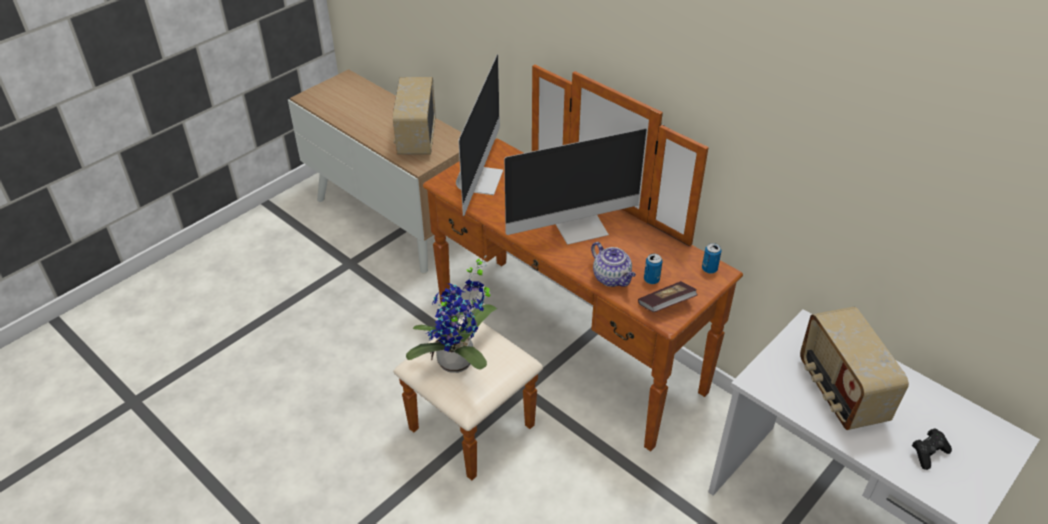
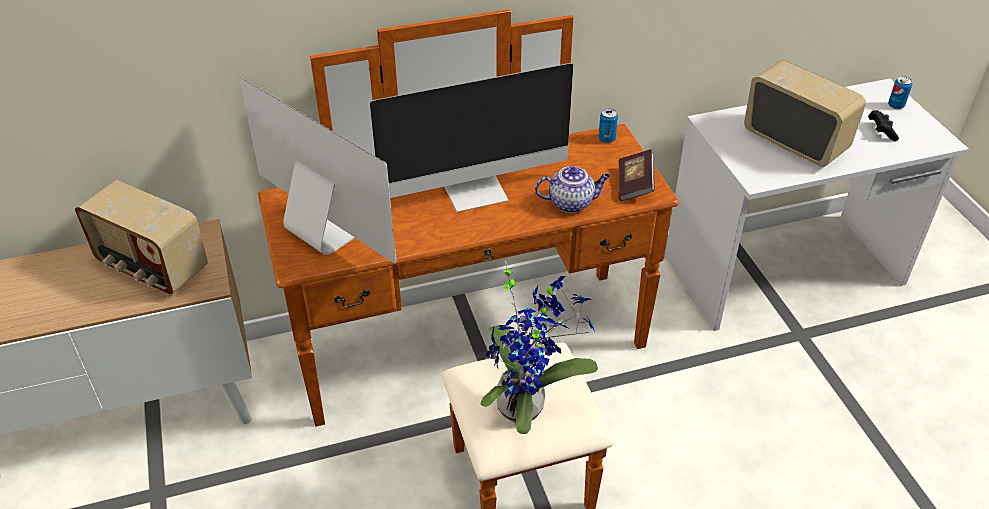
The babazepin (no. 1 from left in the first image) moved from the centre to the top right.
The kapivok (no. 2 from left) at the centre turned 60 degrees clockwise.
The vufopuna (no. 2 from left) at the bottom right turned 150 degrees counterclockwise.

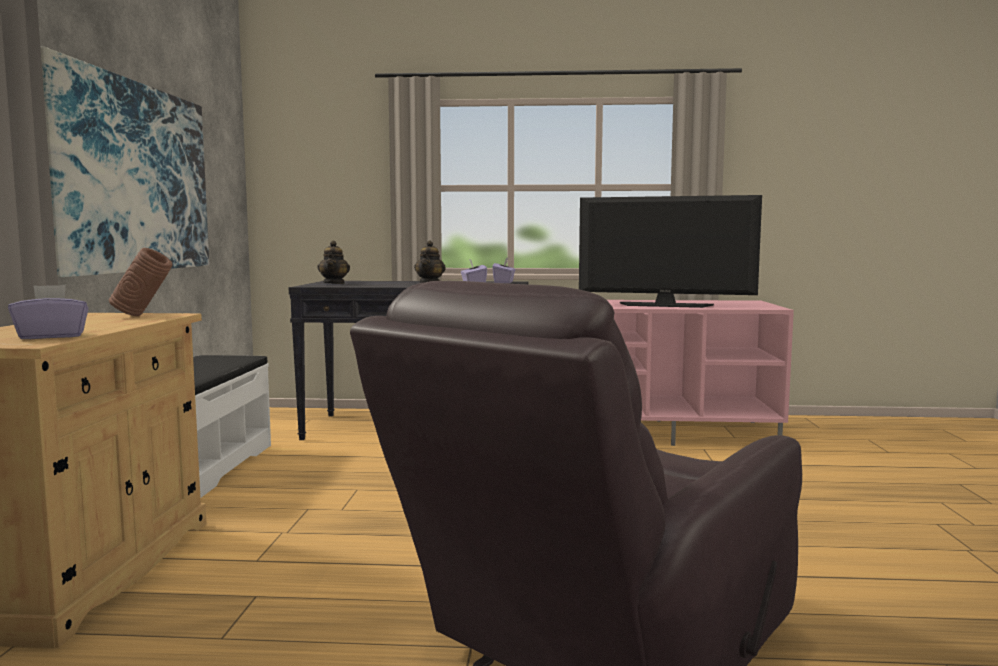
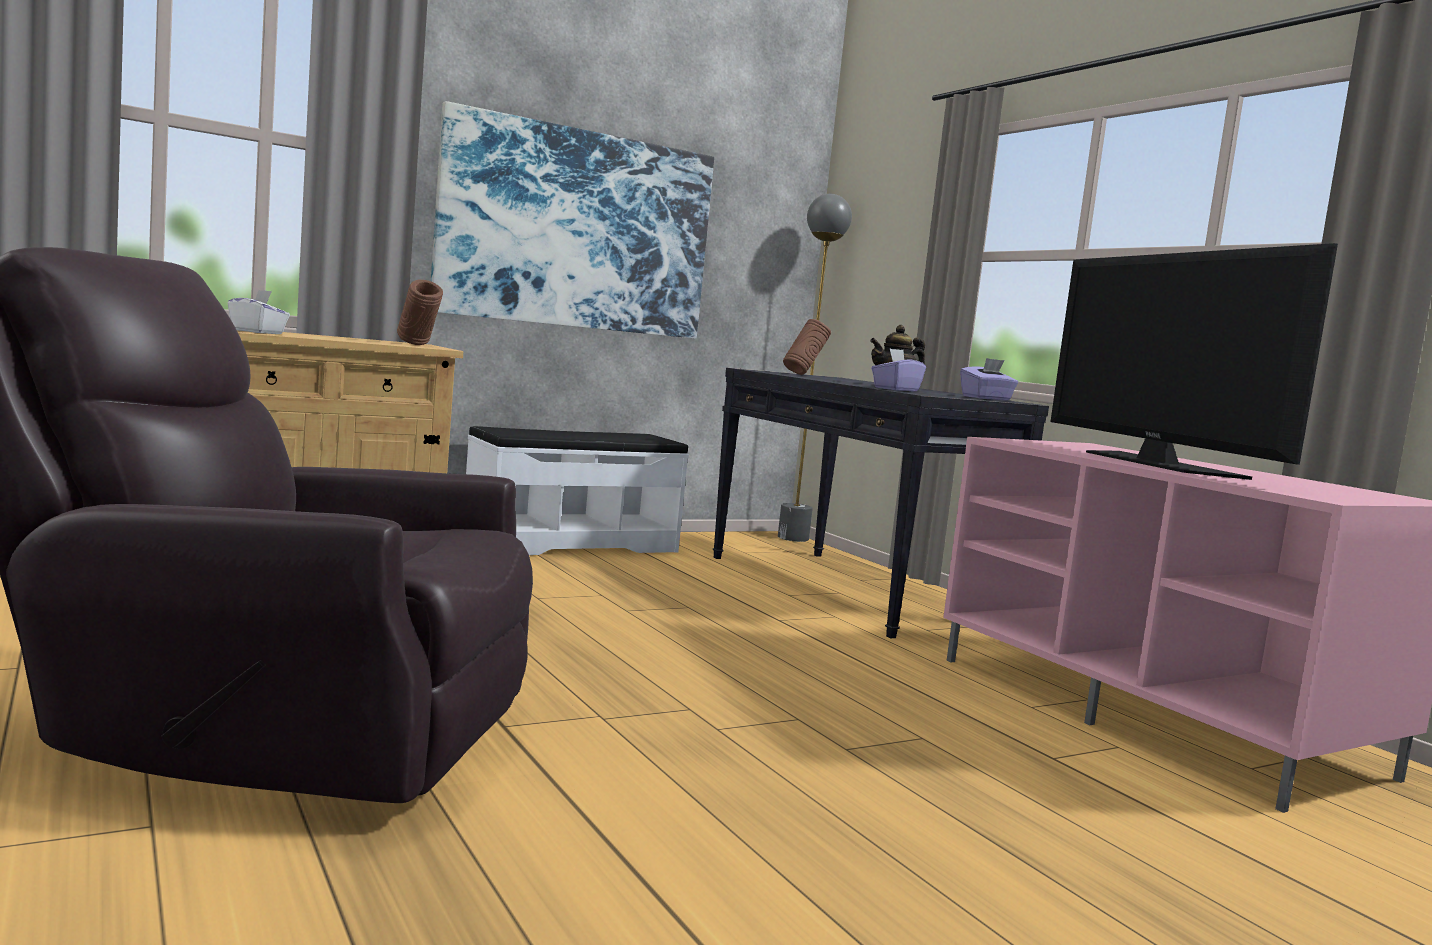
The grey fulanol at the centre appeared.
The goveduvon (no. 1 from left) at the centre was replaced by the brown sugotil (no. 2 from left) at the centre.
The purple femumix (no. 1 from left) at the middle left became the white femumix at the top left.

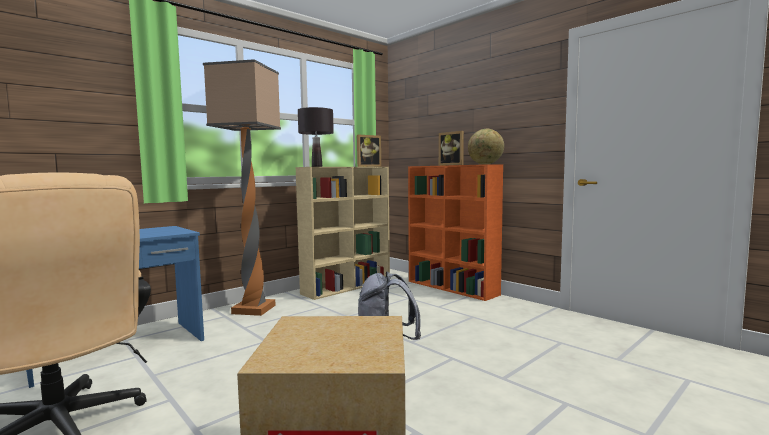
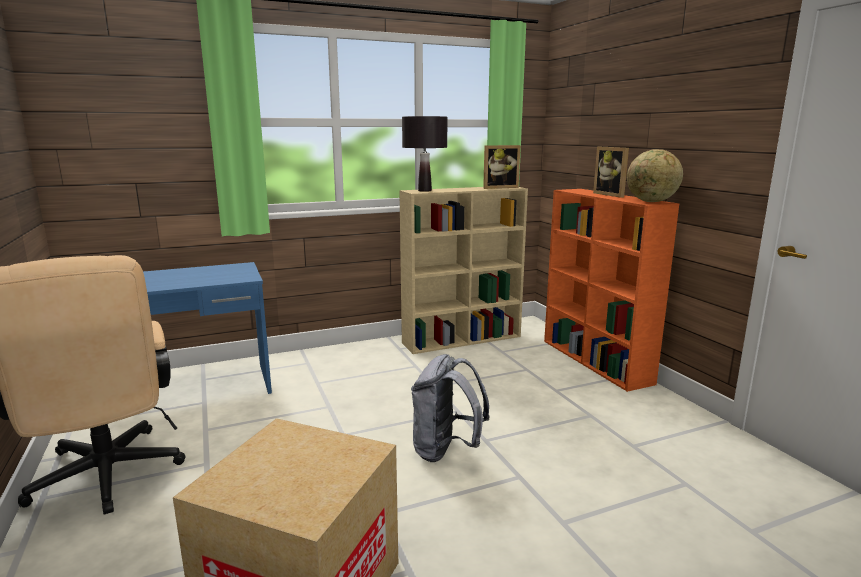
The fulanol at the middle left disappeared.

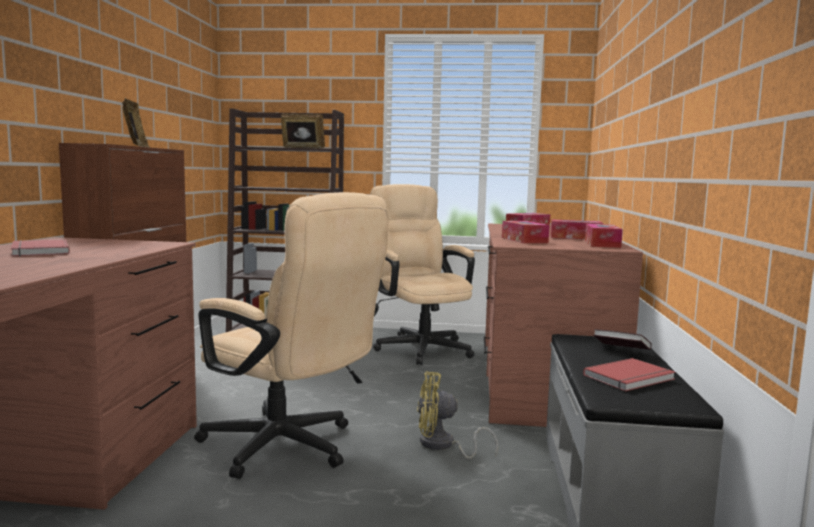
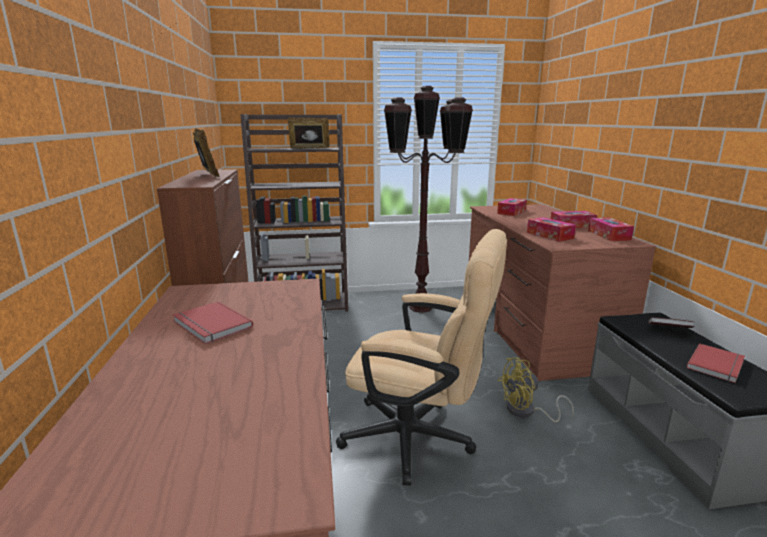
The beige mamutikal (no. 2 from left) at the centre was replaced by the brown fulanol at the centre.

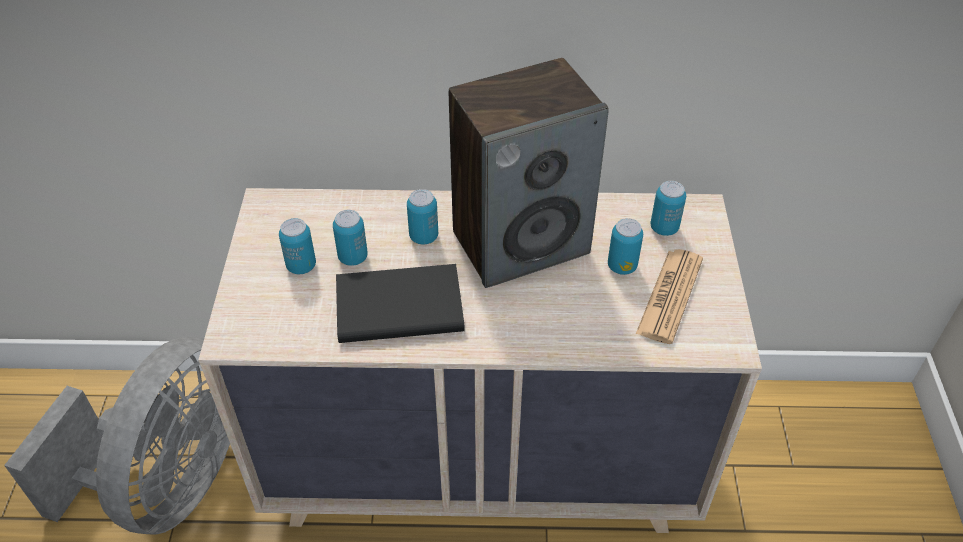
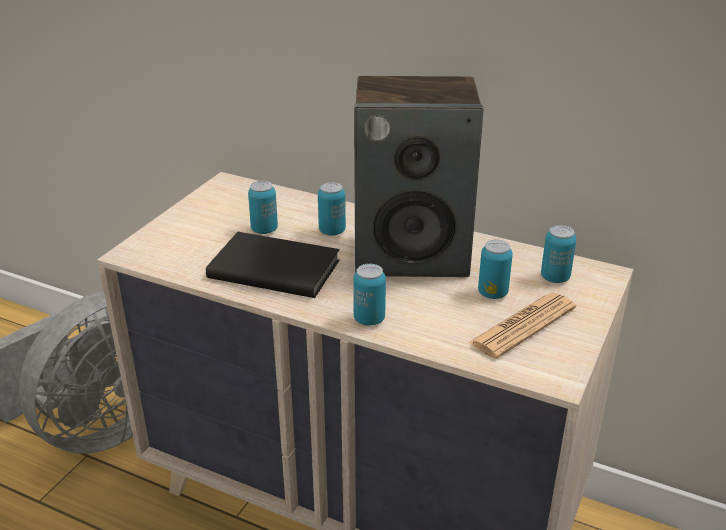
The babazepin (no. 1 from left in the first image) moved from the middle left to the centre.

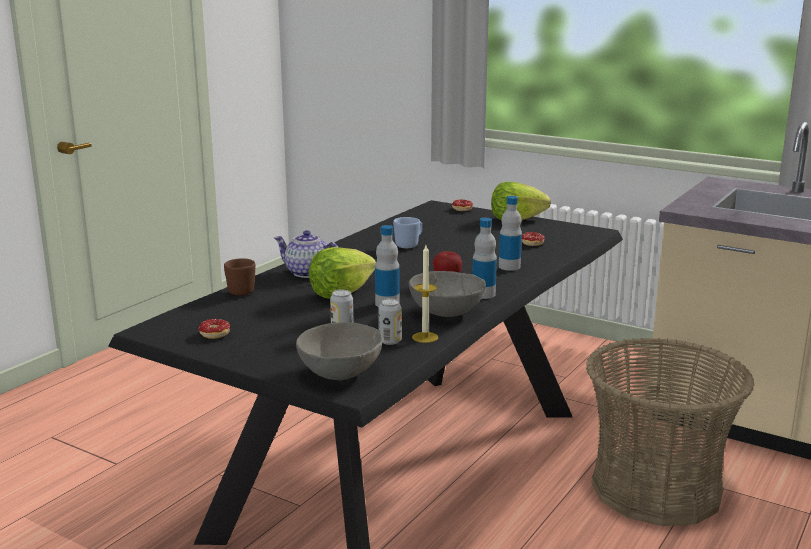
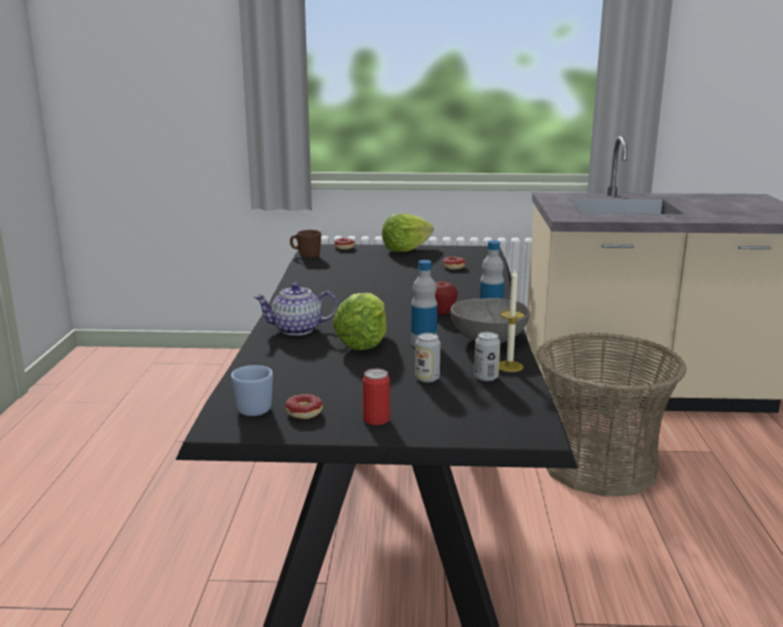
The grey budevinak (no. 1 from left) at the centre disappeared.
The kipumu (no. 3 from left) at the centre disappeared.
The babazepin (no. 1 from left) at the centre appeared.
The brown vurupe moved from the middle left to the centre.
The blue vurupe moved from the centre to the middle left.

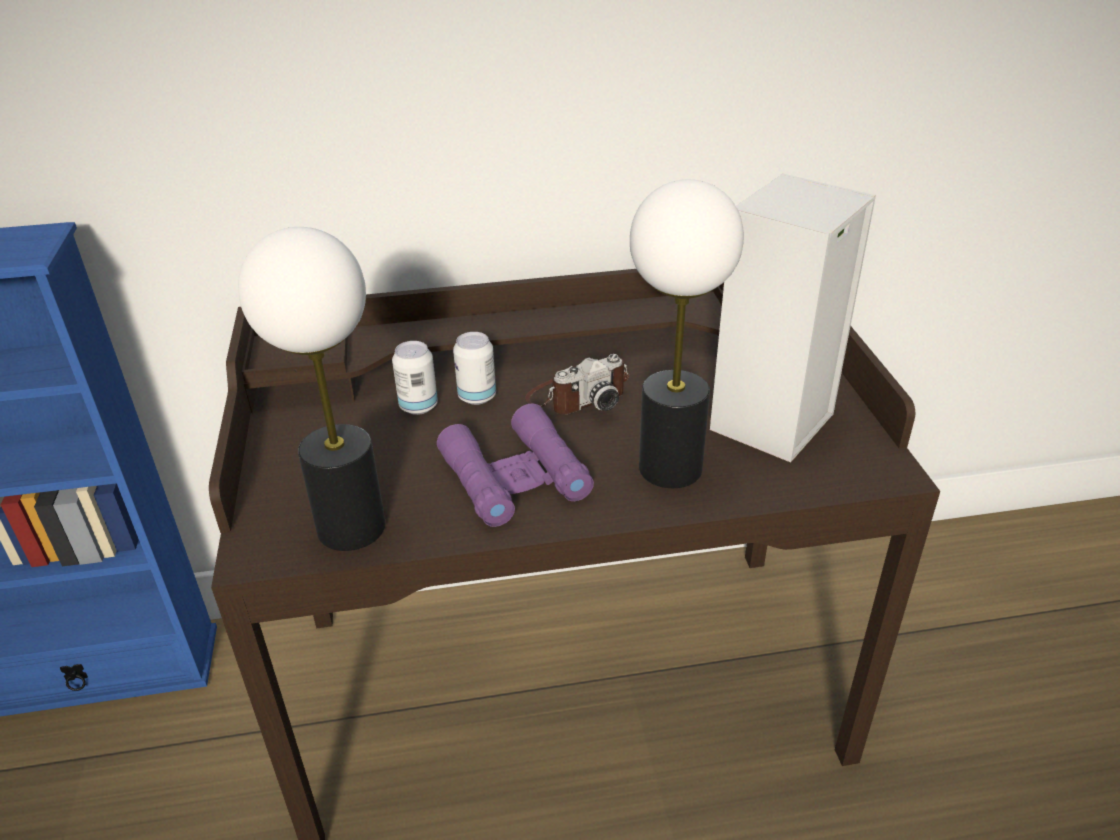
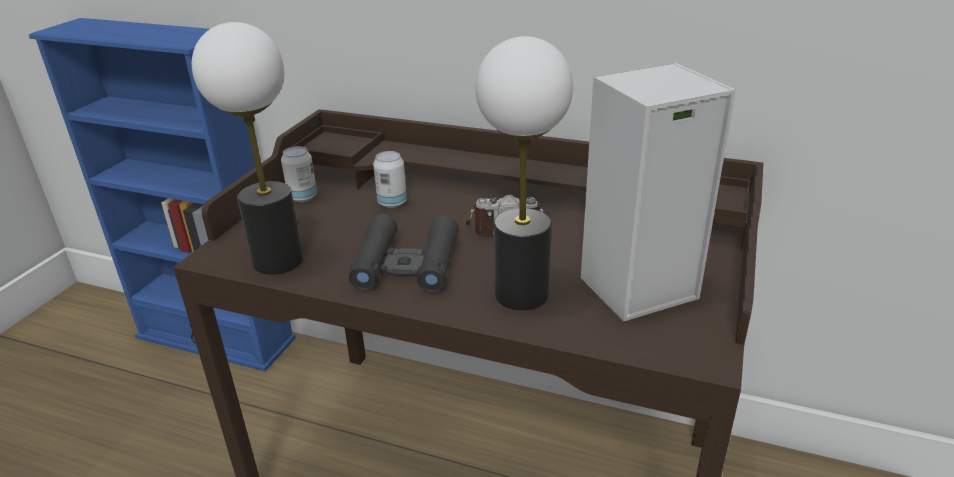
The babazepin (no. 2 from left in the first image) moved from the centre to the middle left.
The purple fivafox at the centre became the black fivafox at the centre.

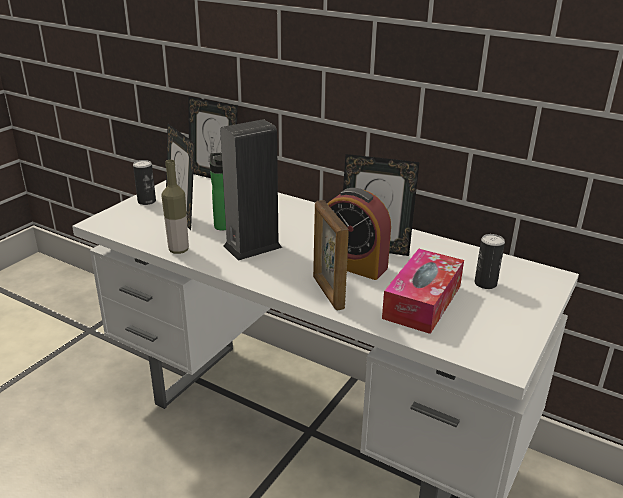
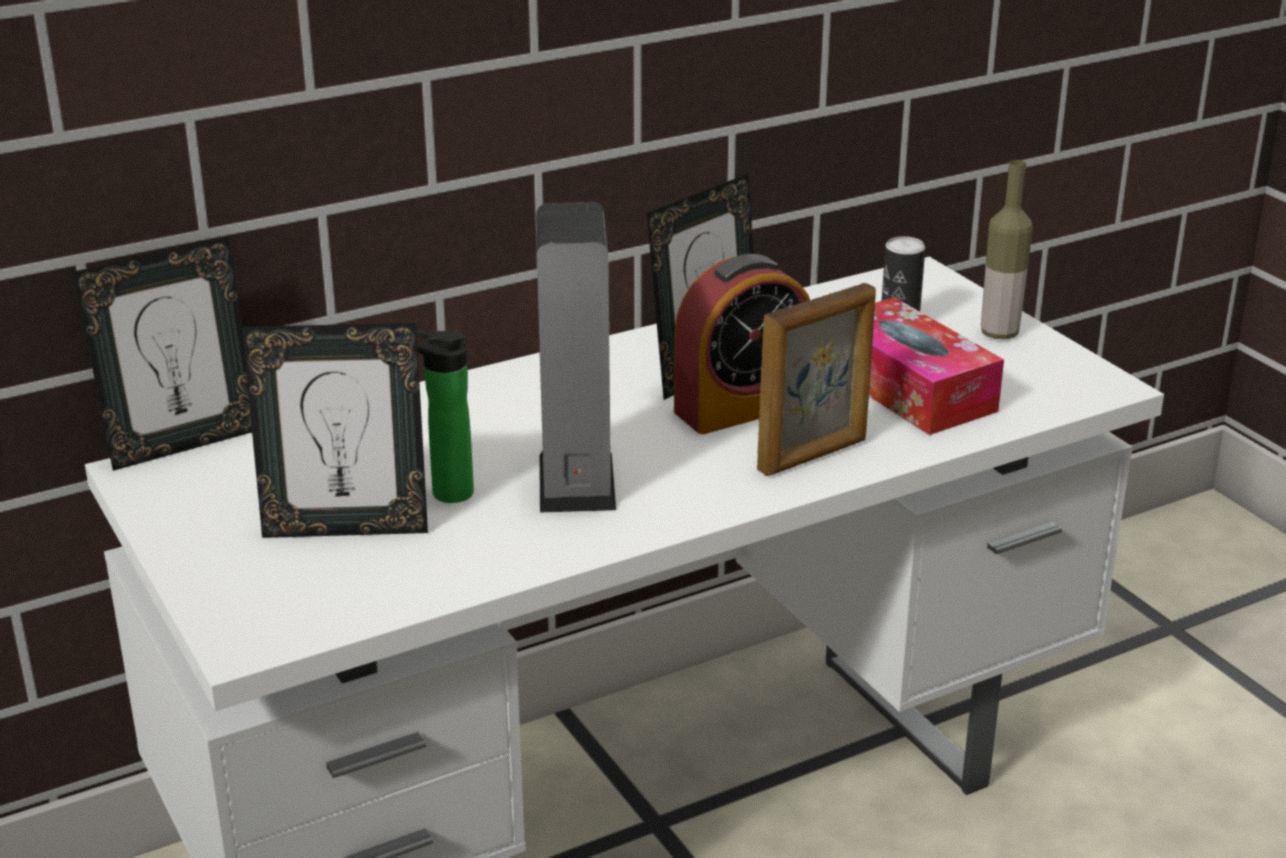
The babazepin (no. 1 from left) at the middle left disappeared.
The kipumu (no. 1 from left in the first image) moved from the middle left to the top right.
The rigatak (no. 3 from left in the first image) at the centre turned 45 degrees counterclockwise.

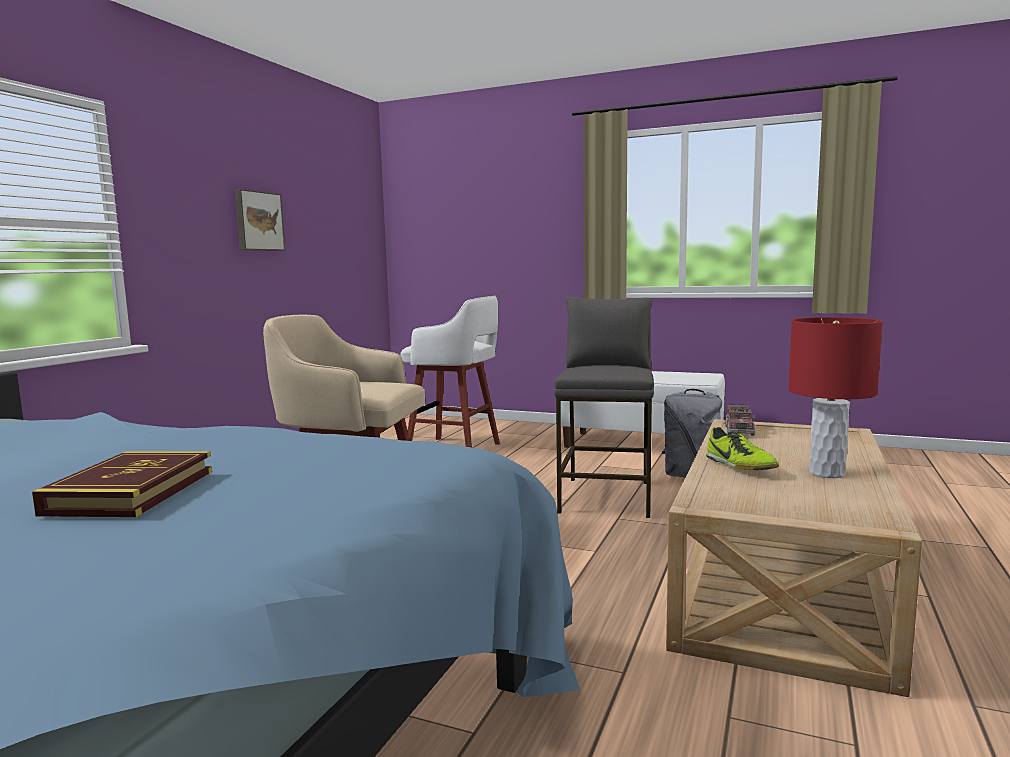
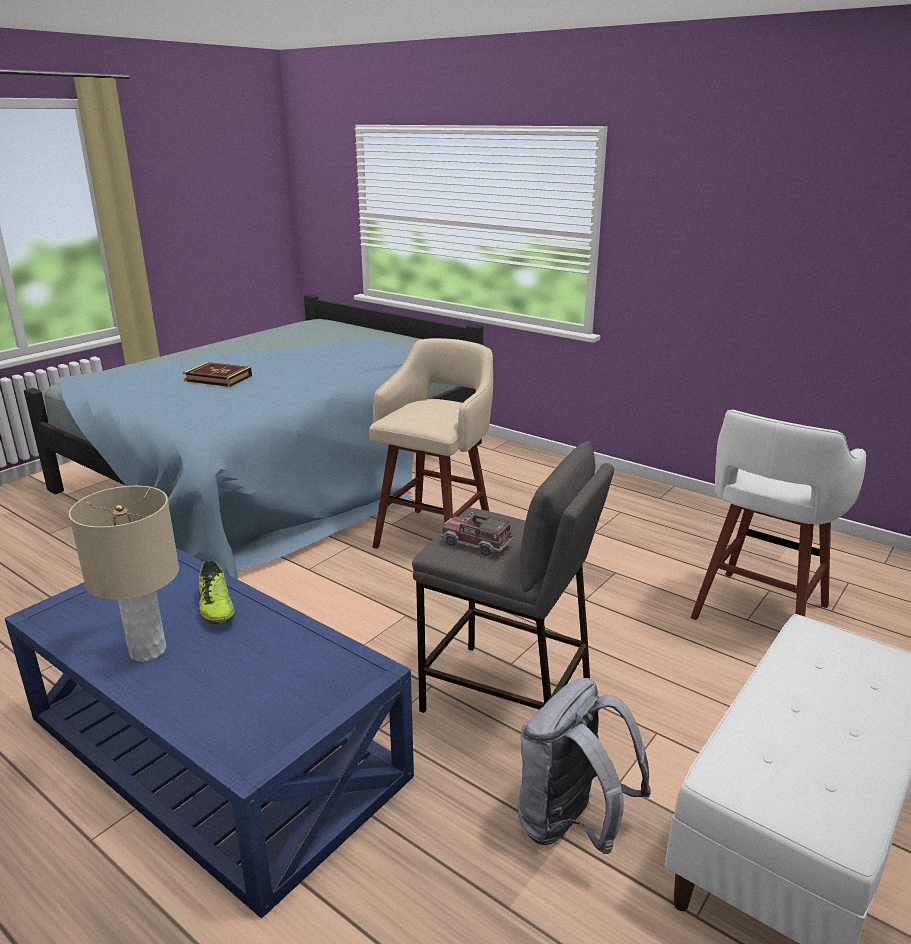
The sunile at the top left disappeared.
The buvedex moved from the middle right to the centre.
The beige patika at the bottom right became the blue patika at the bottom left.
The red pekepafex at the middle right became the beige pekepafex at the middle left.
The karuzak at the middle right turned 105 degrees counterclockwise.

